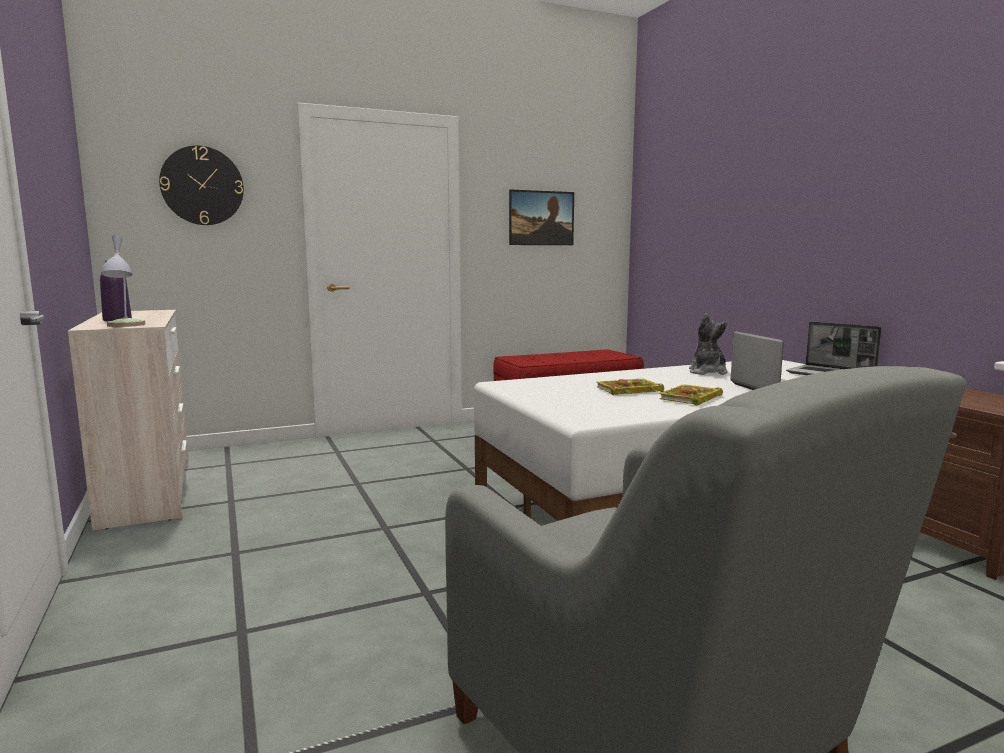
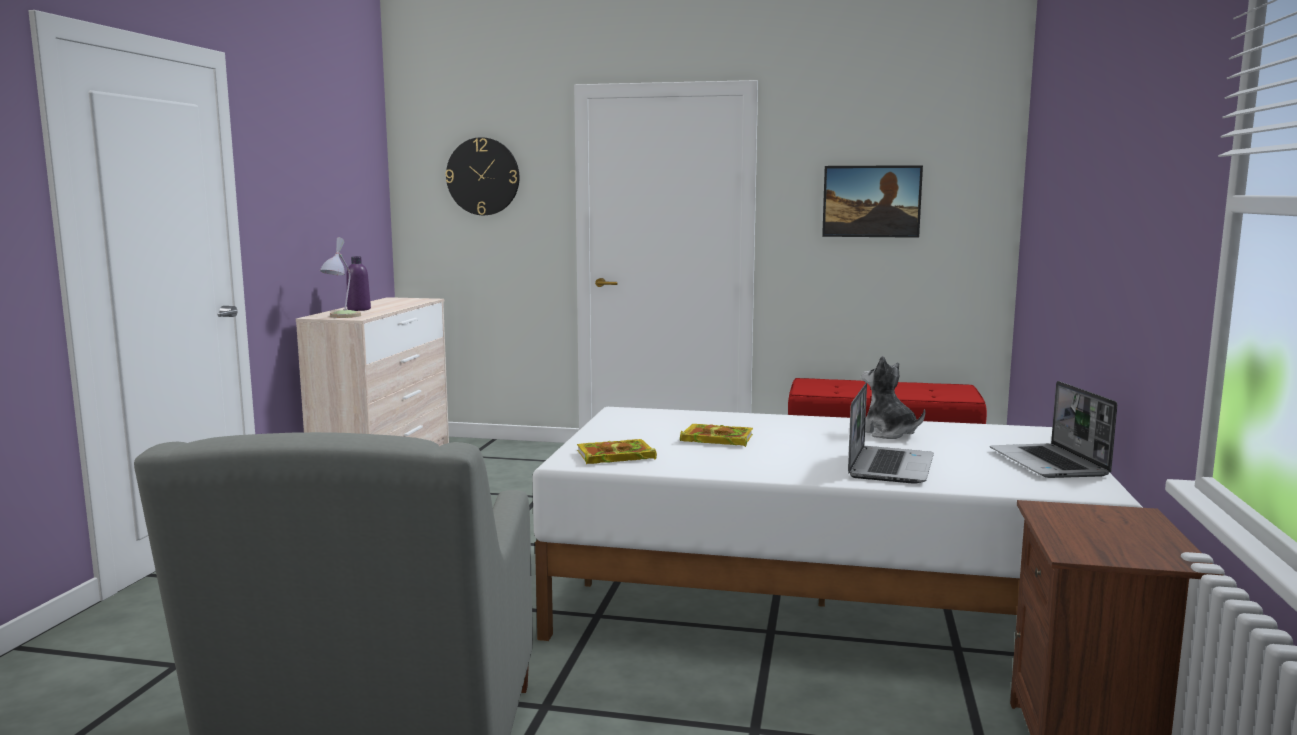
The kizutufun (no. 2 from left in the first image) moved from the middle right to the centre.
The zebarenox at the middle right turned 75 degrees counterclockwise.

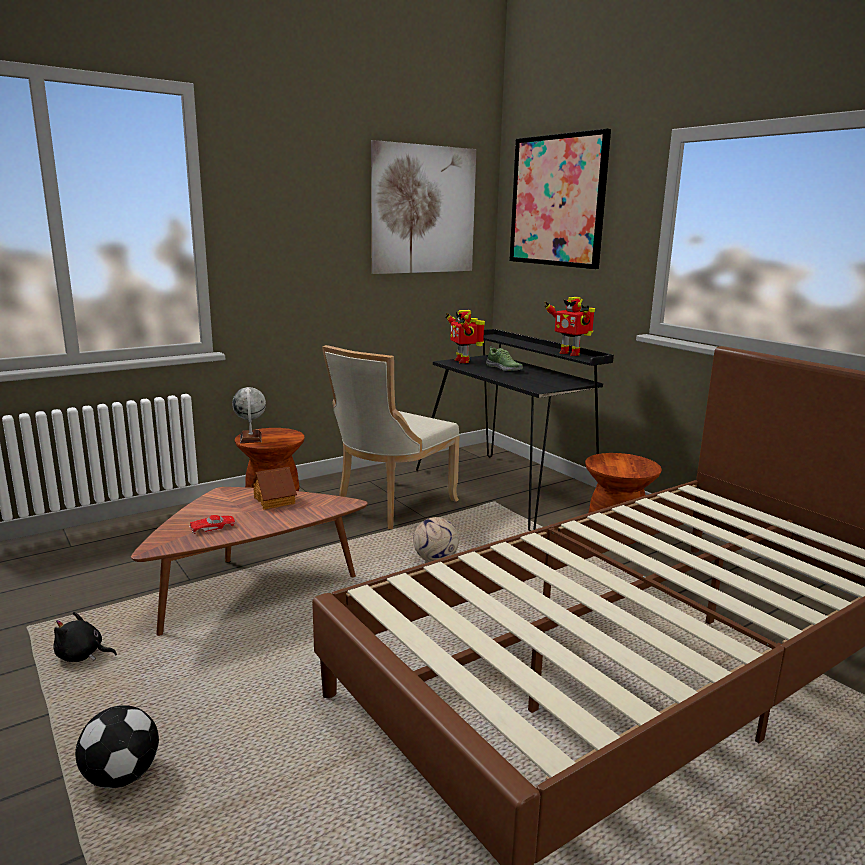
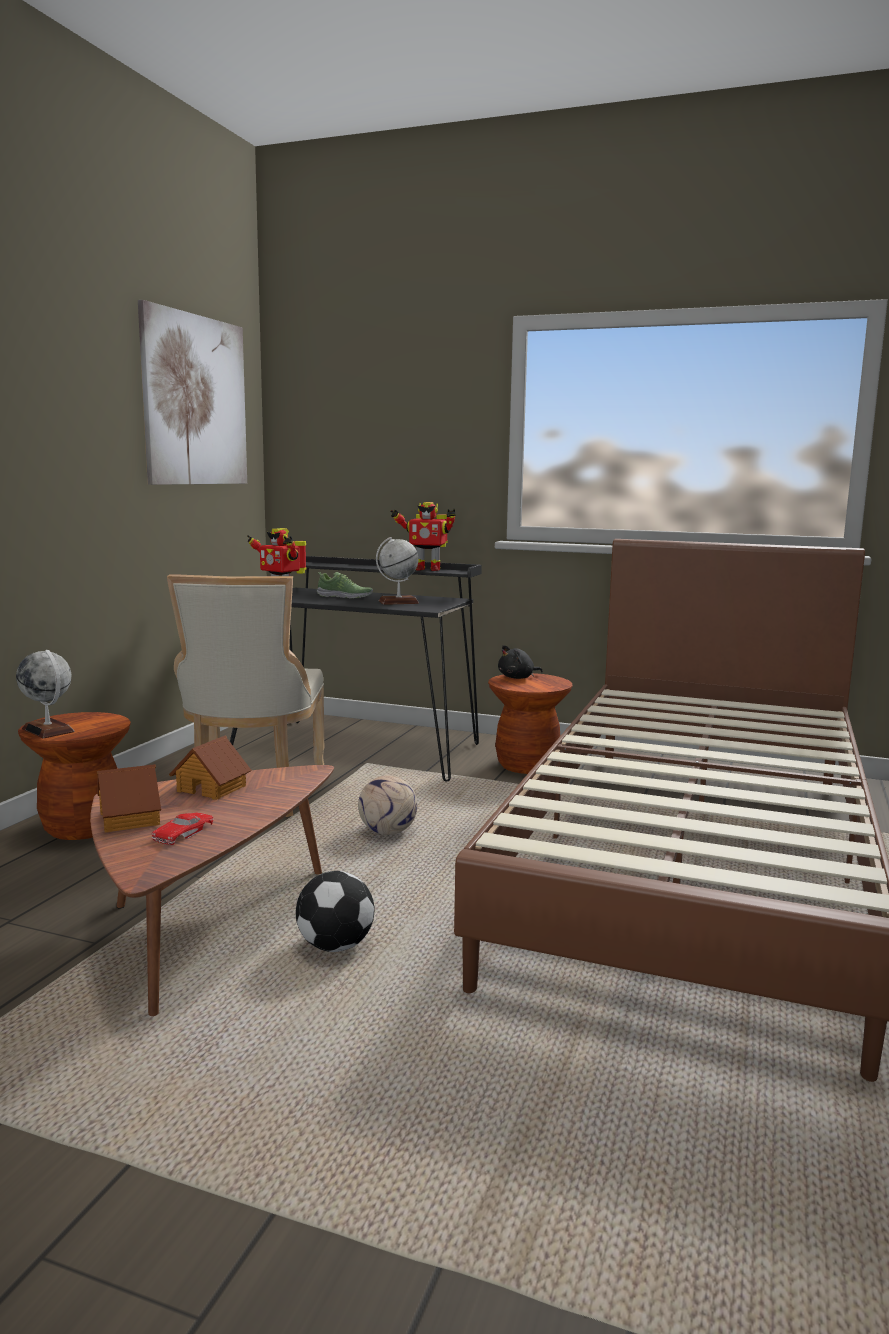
The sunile (no. 2 from left) at the top centre disappeared.
The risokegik (no. 1 from left) at the middle left appeared.
The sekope (no. 2 from left) at the centre appeared.
The black zebarenox moved from the bottom left to the centre.
The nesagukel (no. 1 from left) moved from the bottom left to the bottom centre.

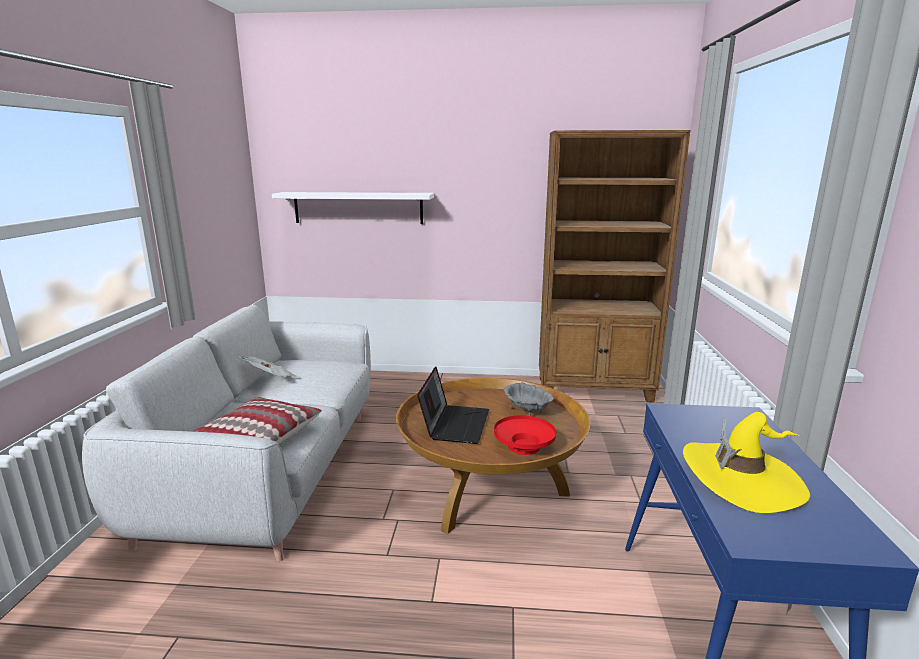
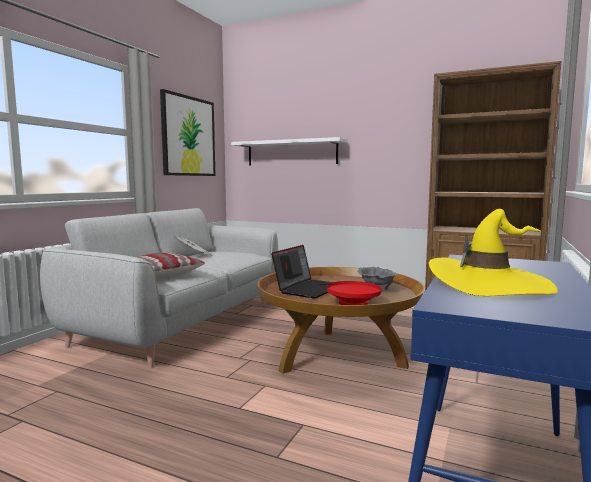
The sunile at the top left appeared.

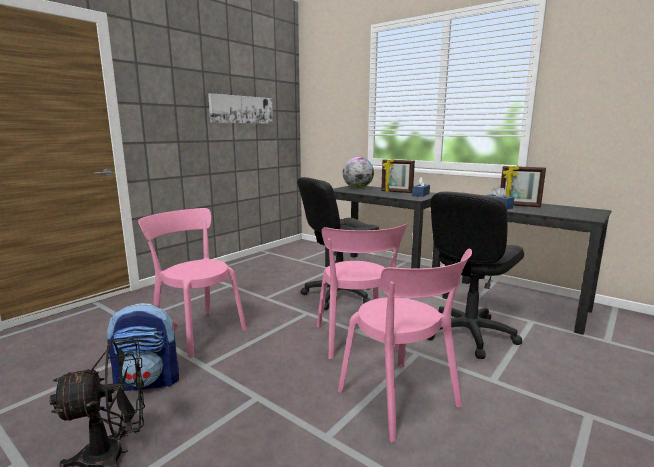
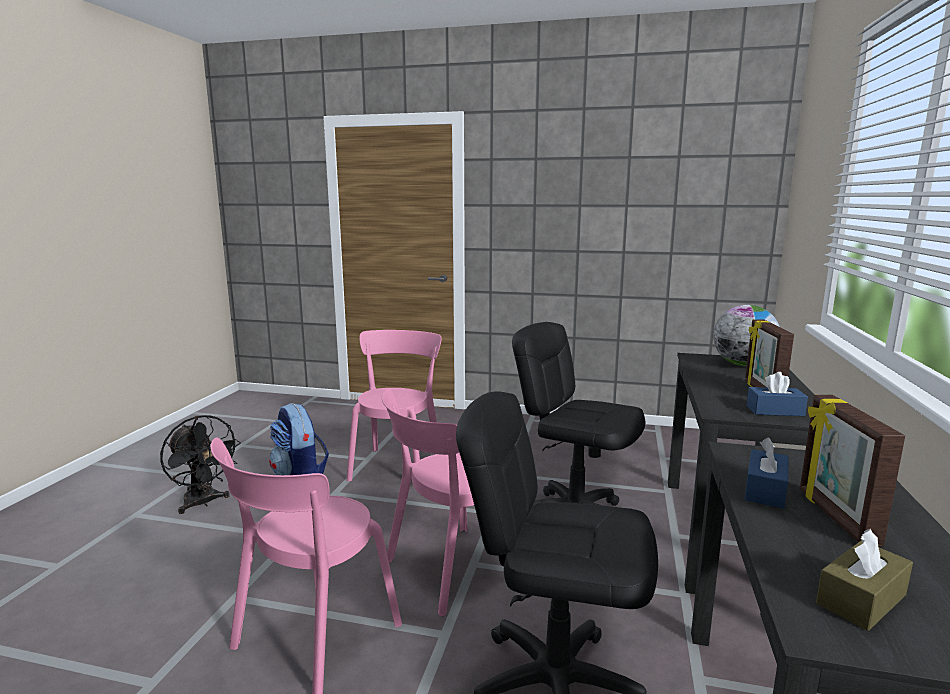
The sunile at the top centre disappeared.
The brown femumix at the bottom right appeared.

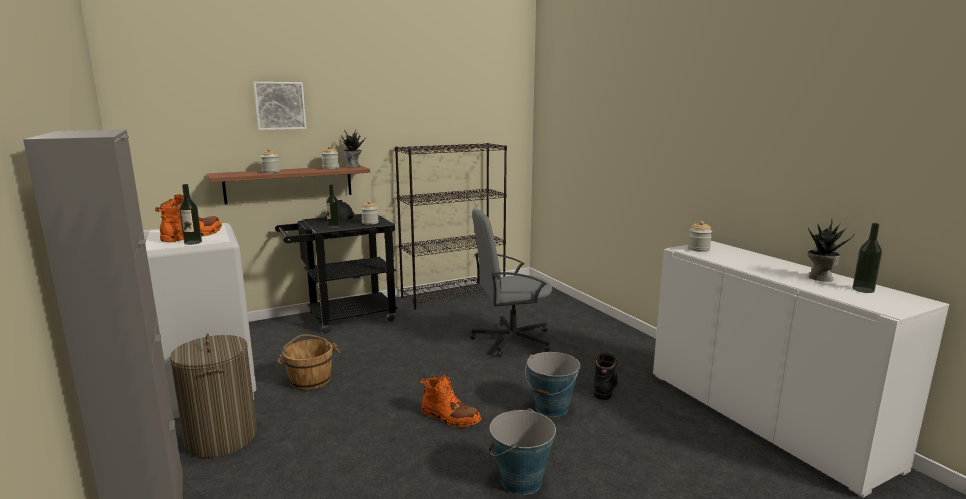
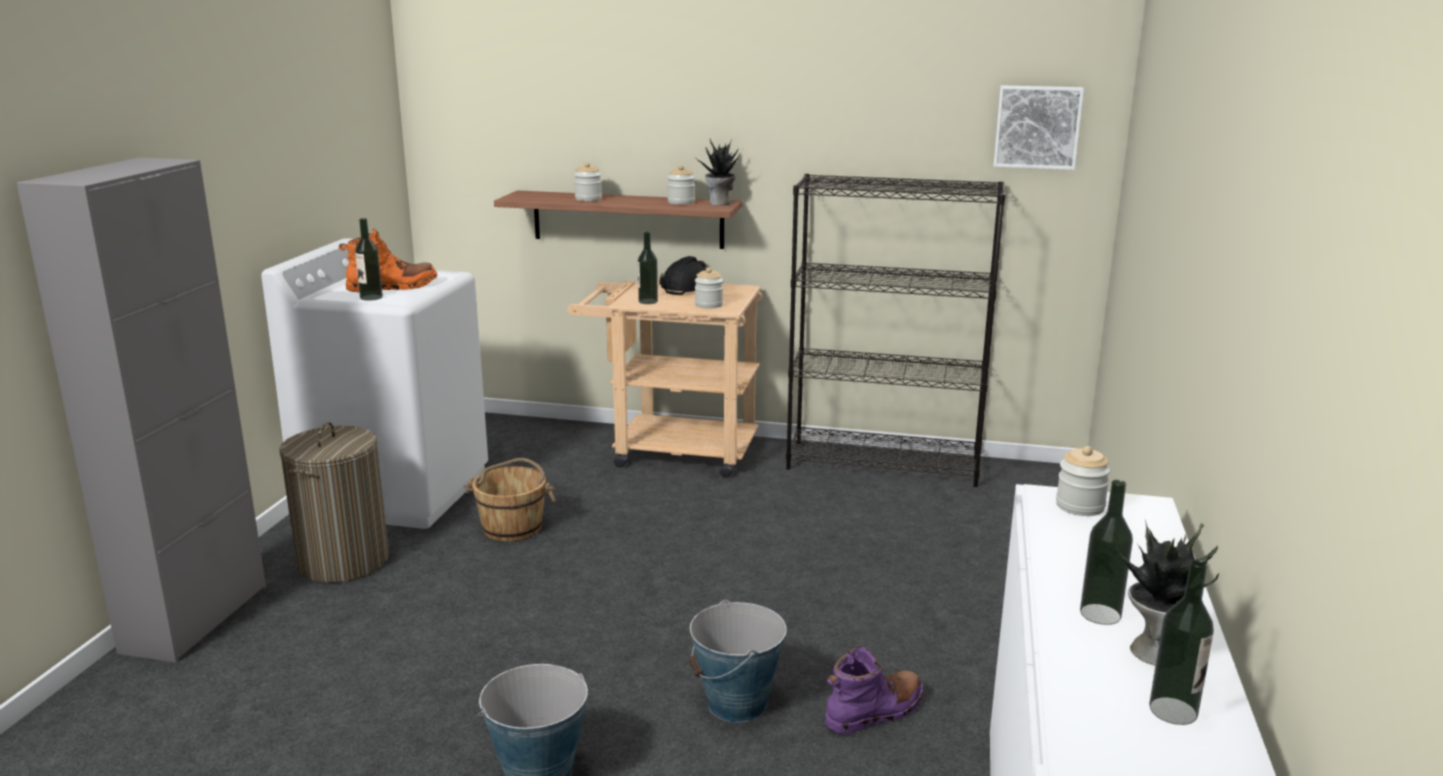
The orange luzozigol (no. 2 from left) at the bottom centre disappeared.
The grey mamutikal at the centre disappeared.
The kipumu (no. 3 from left) at the bottom right appeared.
The sunile moved from the top left to the top right.
The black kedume at the centre became the beige kedume at the centre.
The black luzozigol at the bottom centre became the purple luzozigol at the bottom centre.

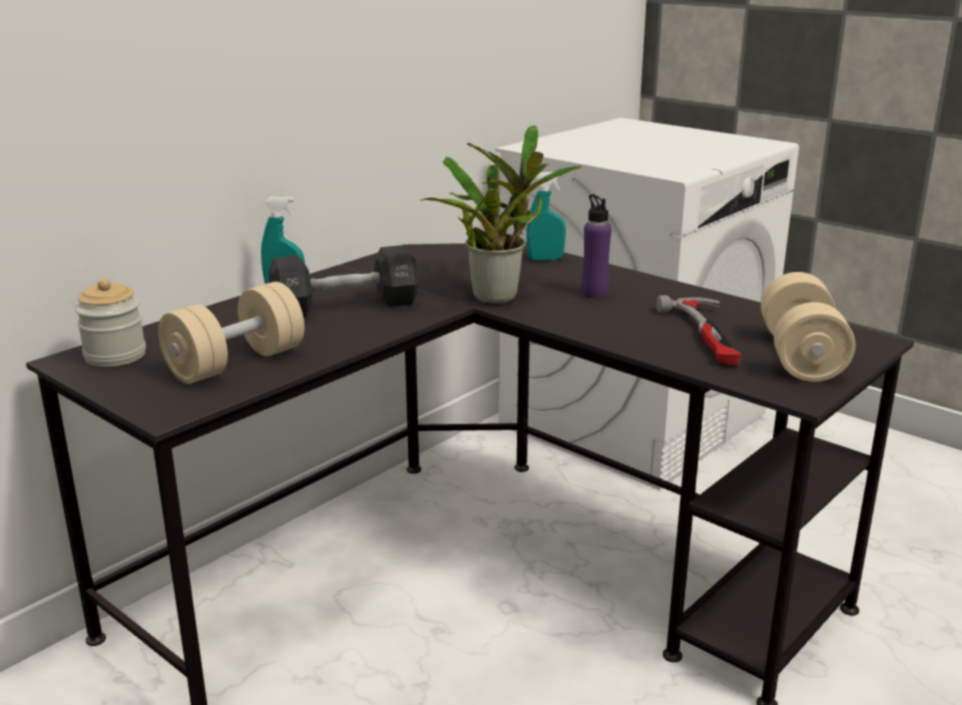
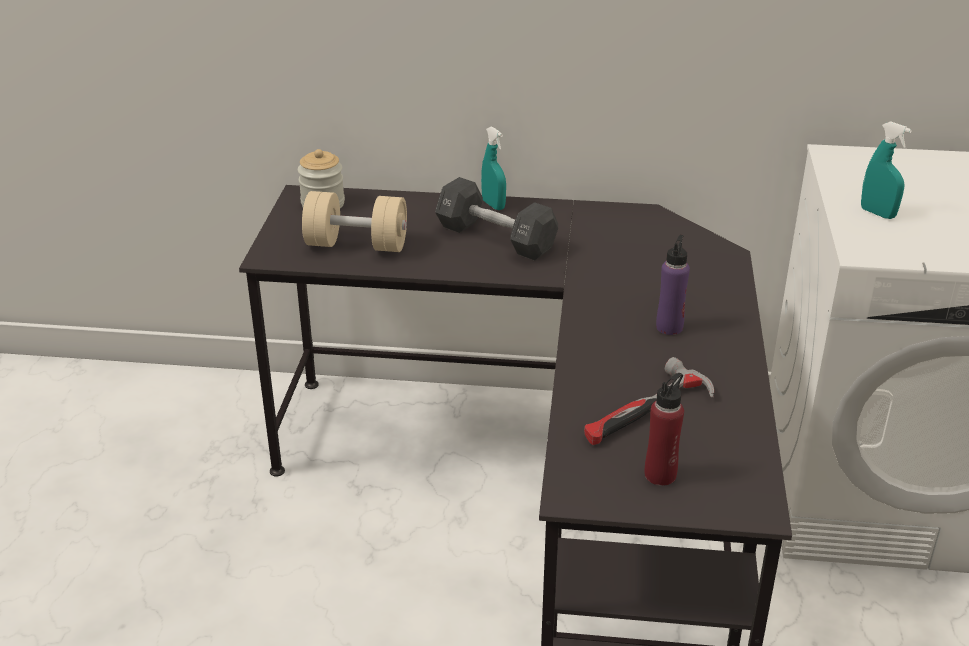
The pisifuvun at the top centre disappeared.
The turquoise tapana (no. 2 from left) moved from the top centre to the top right.
The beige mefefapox (no. 2 from left) at the middle right was replaced by the red kipumu at the middle right.

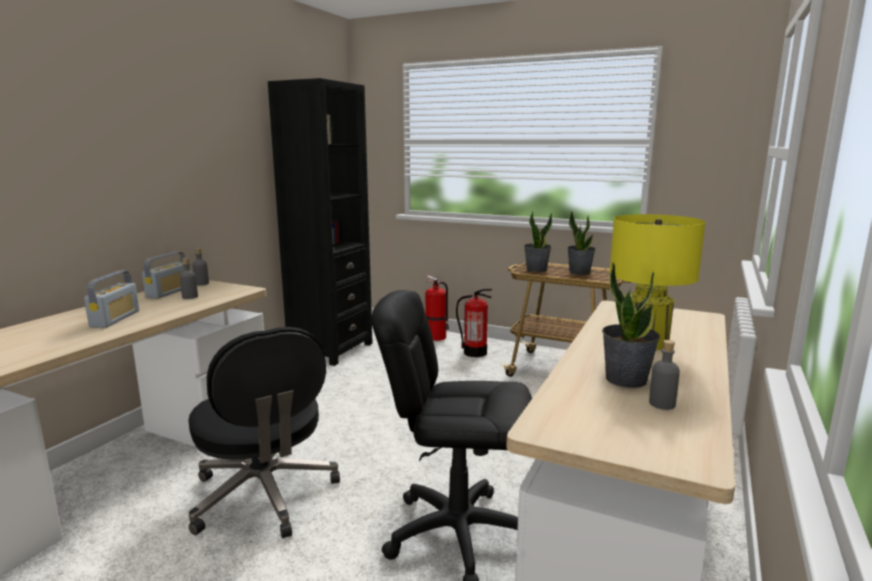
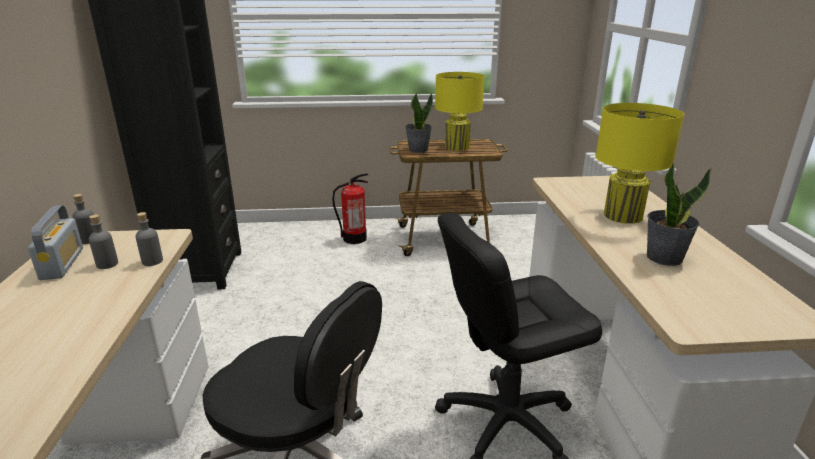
The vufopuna (no. 1 from left) at the middle left disappeared.
The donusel (no. 1 from left) at the centre disappeared.
The grey kipumu (no. 3 from left) moved from the middle right to the middle left.
The pisifuvun (no. 2 from left) at the centre was replaced by the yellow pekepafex (no. 1 from left) at the top centre.

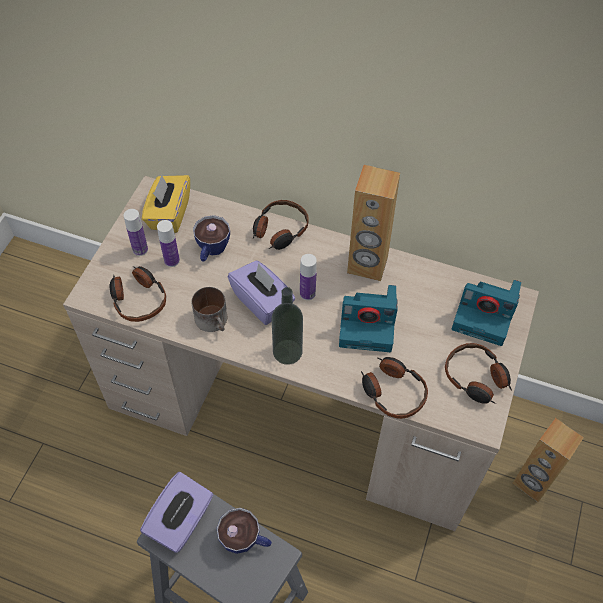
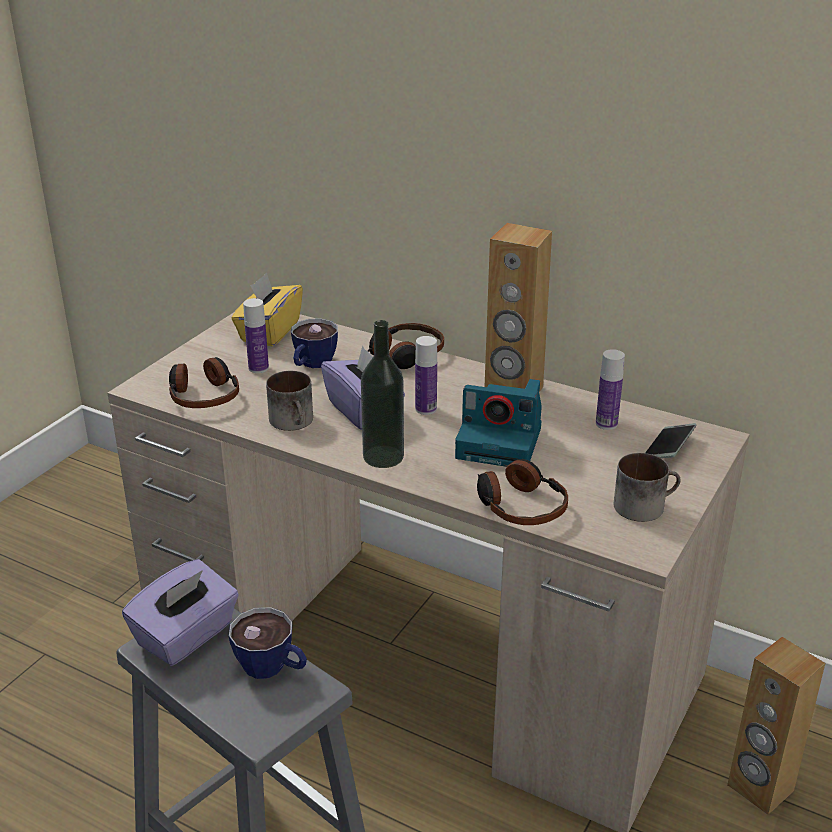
The kipumu (no. 1 from left in the first image) moved from the middle left to the middle right.
The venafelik (no. 4 from left) at the middle right was replaced by the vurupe (no. 2 from left) at the middle right.
The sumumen (no. 2 from left) at the middle right was replaced by the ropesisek at the middle right.

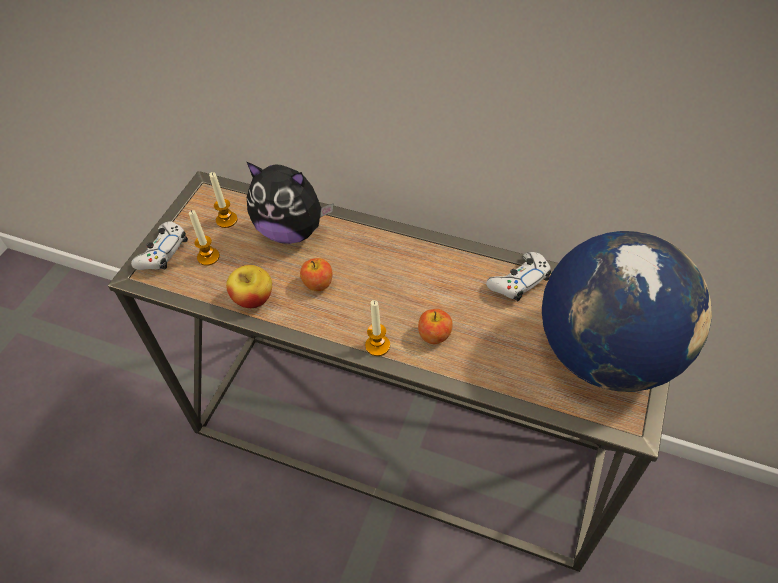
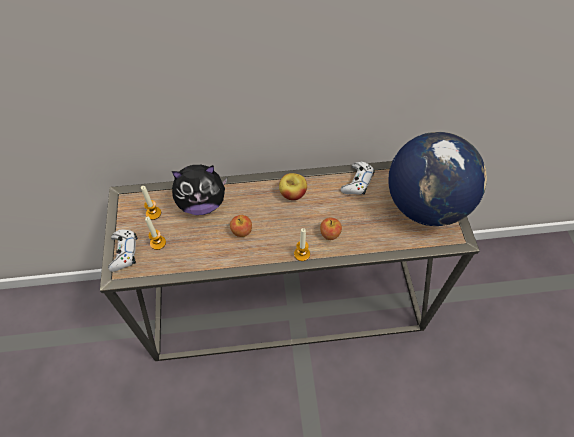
The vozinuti (no. 1 from left in the first image) moved from the middle left to the centre.

